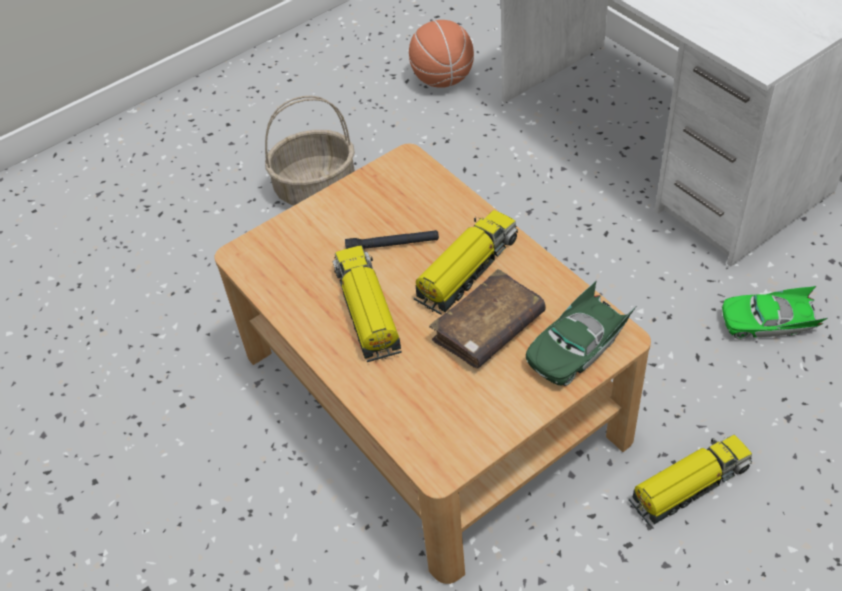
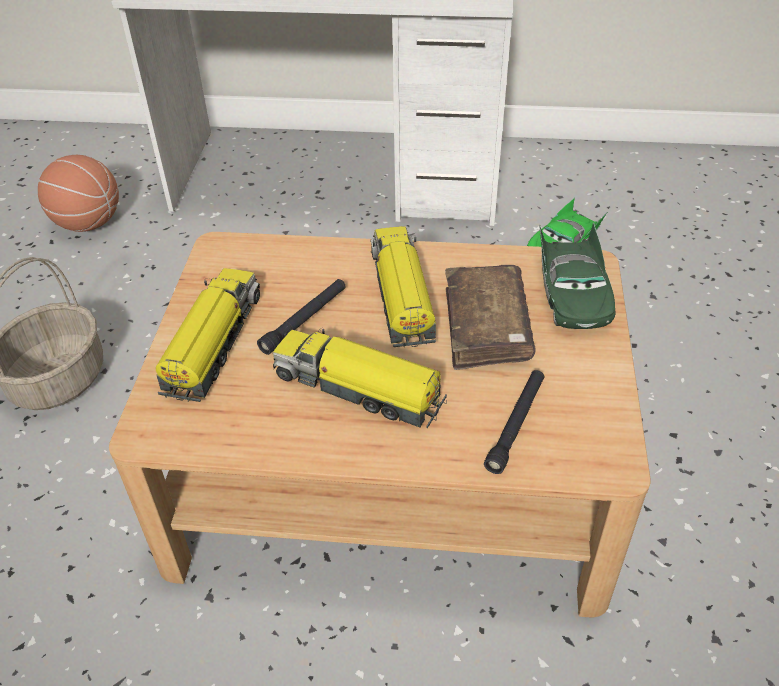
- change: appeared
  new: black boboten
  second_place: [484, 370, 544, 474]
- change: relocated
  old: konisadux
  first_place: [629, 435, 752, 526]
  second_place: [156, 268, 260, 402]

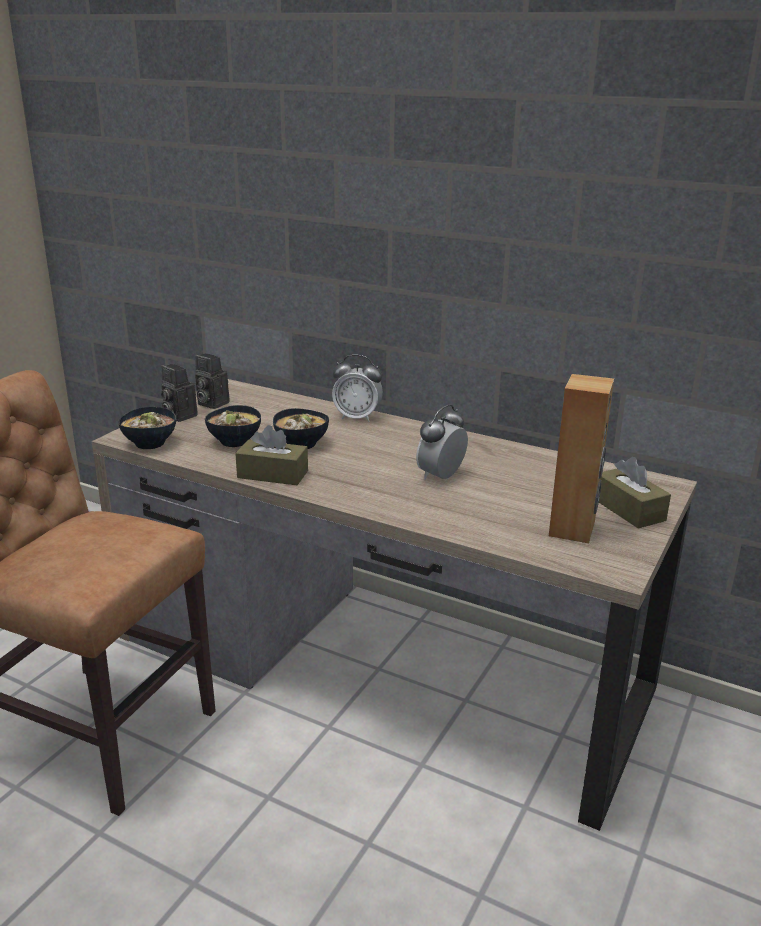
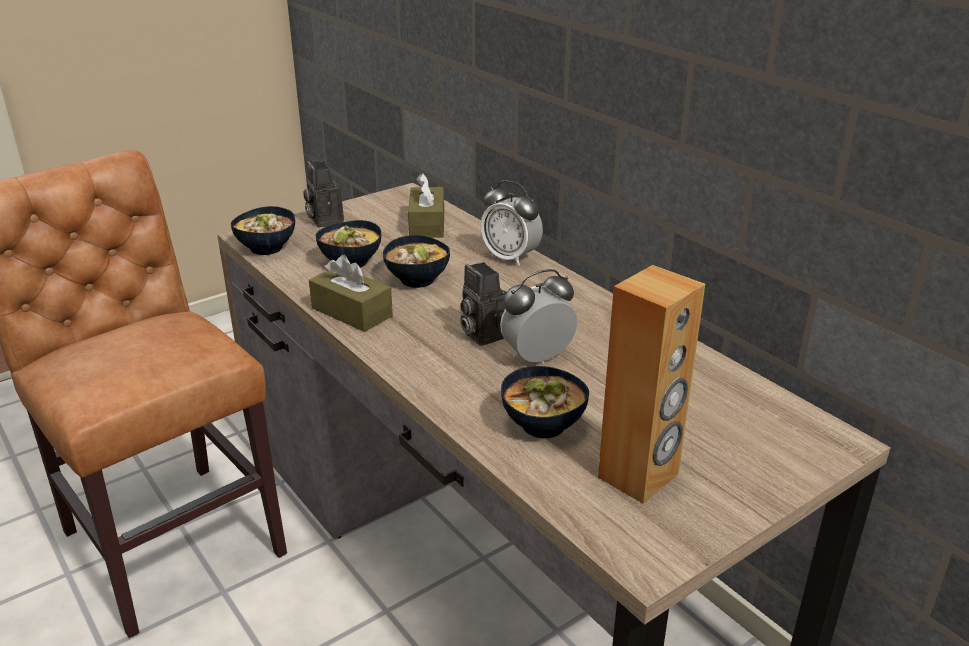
- change: appeared
  new: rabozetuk
  second_place: [501, 366, 589, 438]
- change: relocated
  old: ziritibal
  first_place: [195, 354, 230, 409]
  second_place: [460, 262, 506, 346]
- change: relocated
  old: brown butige
  first_place: [599, 457, 671, 529]
  second_place: [408, 173, 444, 238]

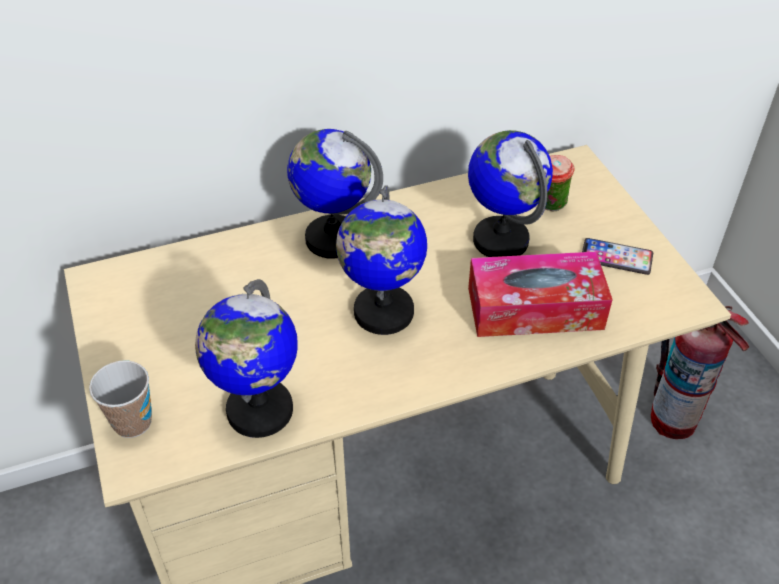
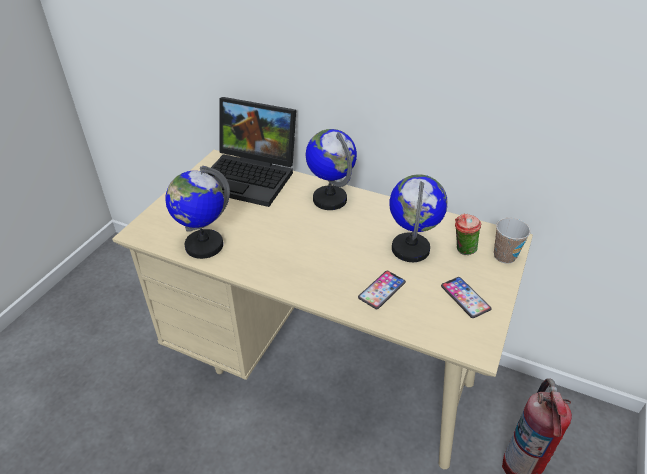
- change: missing
  old: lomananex
  first_place: [336, 185, 427, 335]
- change: appeared
  new: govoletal
  second_place: [207, 97, 296, 207]
- change: relocated
  old: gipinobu
  first_place: [89, 360, 152, 438]
  second_place: [494, 218, 531, 264]
- change: exchanged
  old: butige
  new: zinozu
  first_place: [468, 252, 613, 337]
  second_place: [358, 271, 406, 309]

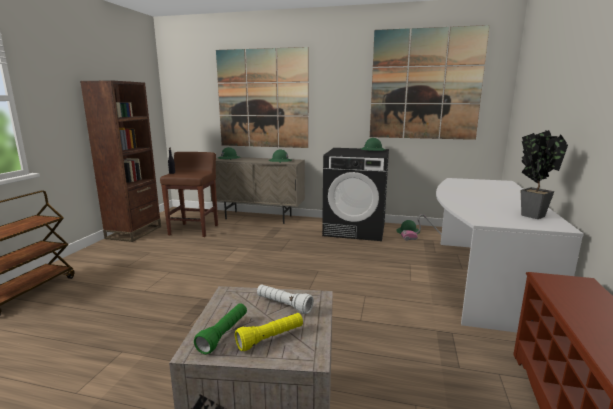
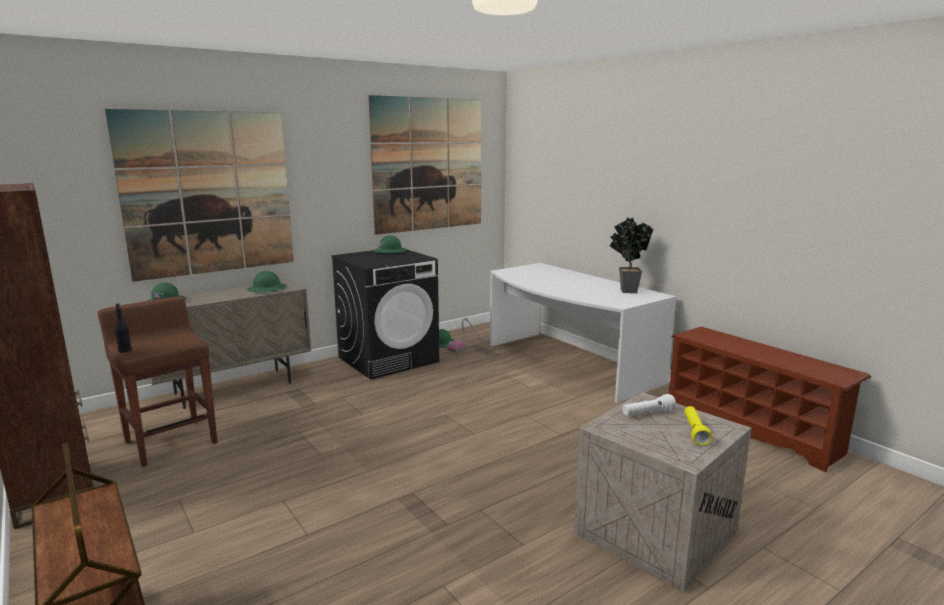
- change: missing
  old: green boboten
  first_place: [194, 303, 247, 354]

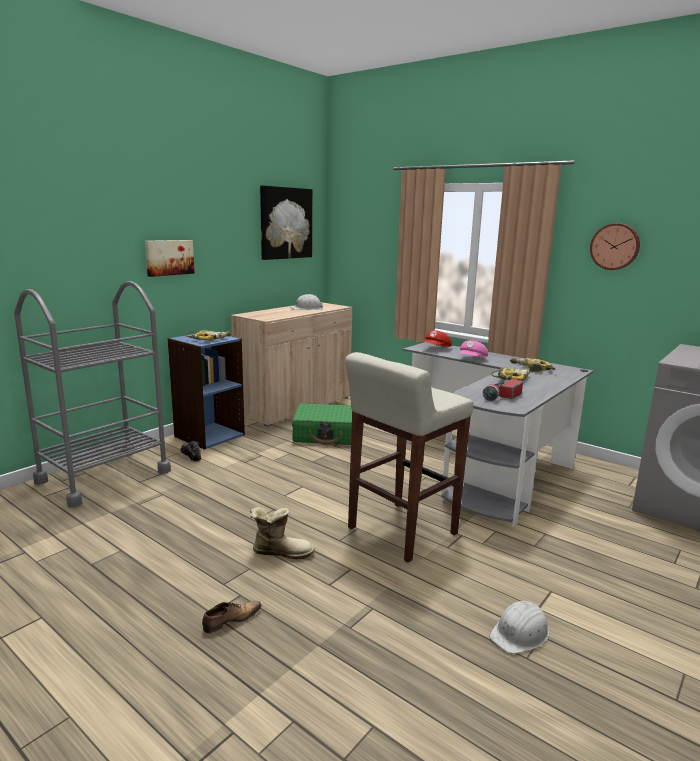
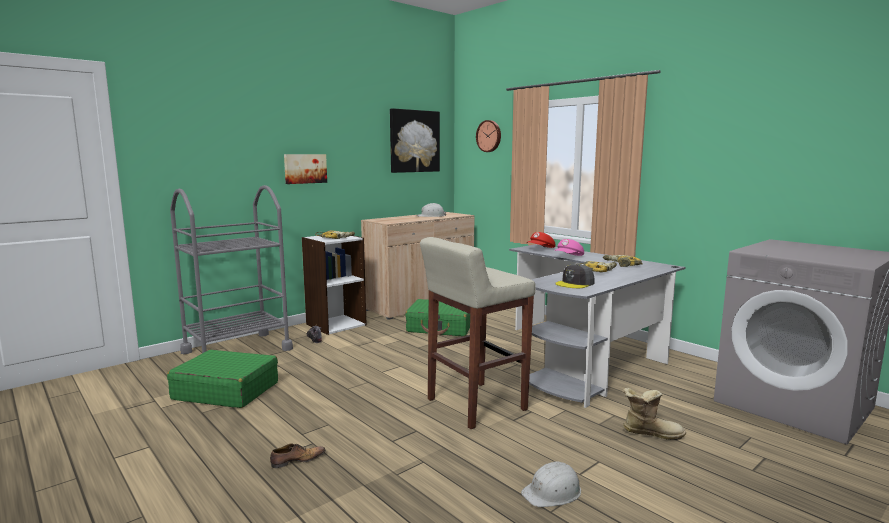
- change: appeared
  new: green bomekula
  second_place: [167, 350, 278, 408]
- change: relocated
  old: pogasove
  first_place: [250, 507, 315, 559]
  second_place: [623, 388, 686, 440]
- change: relocated
  old: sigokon
  first_place: [590, 223, 640, 270]
  second_place: [476, 120, 501, 152]
- change: exchanged
  old: boboten
  new: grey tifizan
  first_place: [483, 379, 523, 401]
  second_place: [556, 265, 594, 288]
- change: colour
  old: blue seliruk
  new: white seliruk
  first_place: [168, 334, 245, 450]
  second_place: [302, 236, 367, 335]

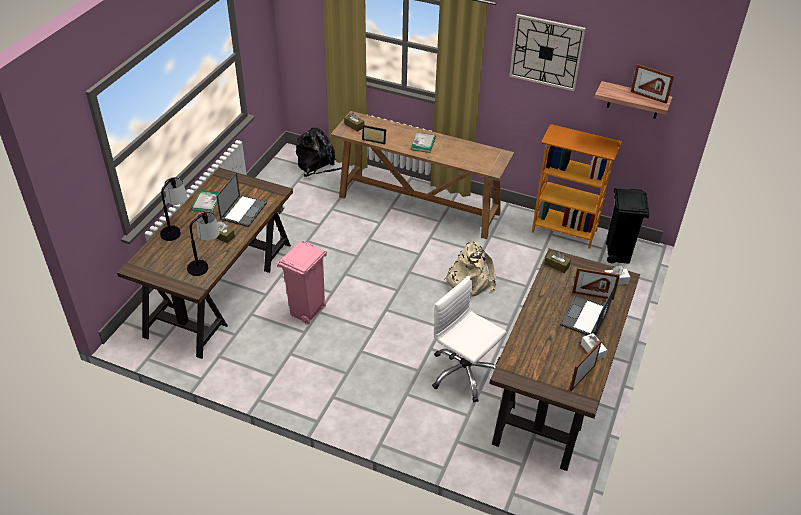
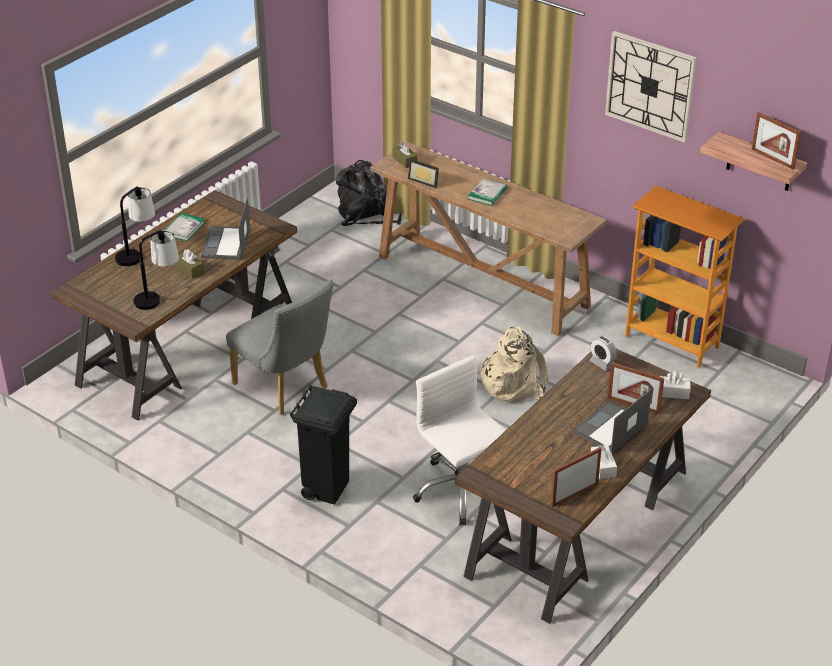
- change: relocated
  old: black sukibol
  first_place: [606, 188, 649, 264]
  second_place: [290, 385, 357, 505]
- change: exchanged
  old: pink sukibol
  new: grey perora
  first_place: [277, 241, 327, 325]
  second_place: [226, 280, 334, 415]
- change: exchanged
  old: brown butige
  new: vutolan
  first_place: [544, 251, 571, 273]
  second_place: [590, 336, 617, 371]
- change: spun
  old: govoletal
  first_place: [216, 172, 267, 227]
  second_place: [201, 198, 250, 260]
  degrees: 150

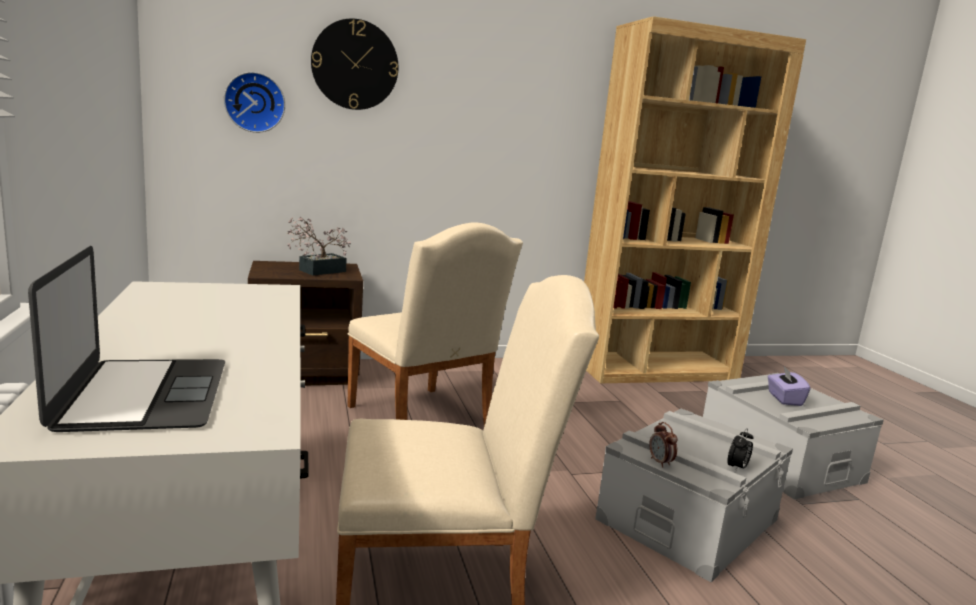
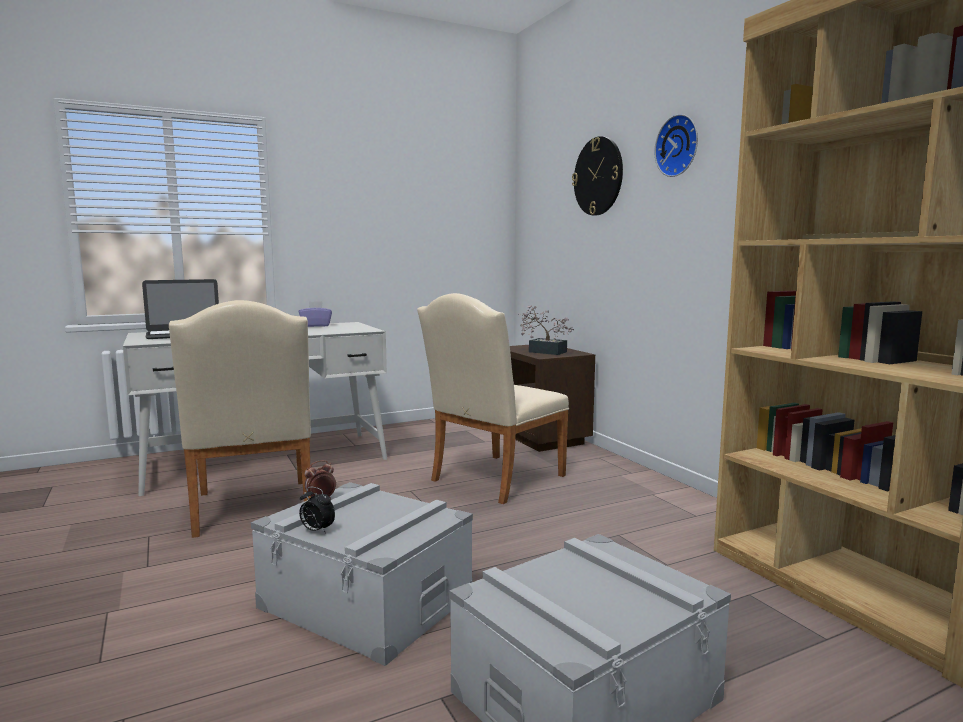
- change: relocated
  old: sigokon
  first_place: [224, 72, 285, 133]
  second_place: [655, 114, 698, 177]
- change: relocated
  old: purple butige
  first_place: [767, 366, 811, 406]
  second_place: [299, 301, 332, 327]

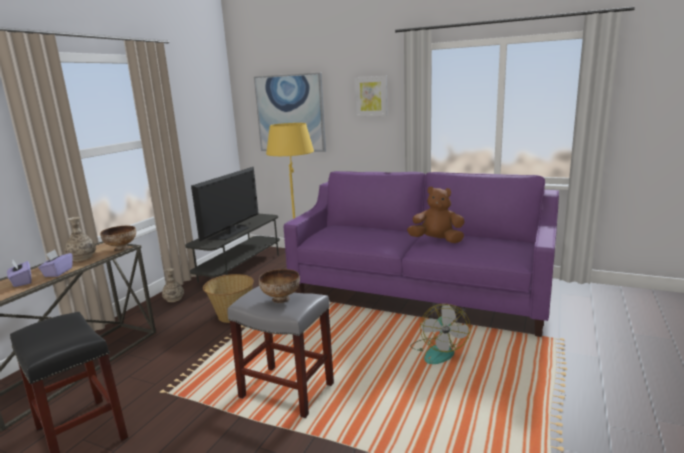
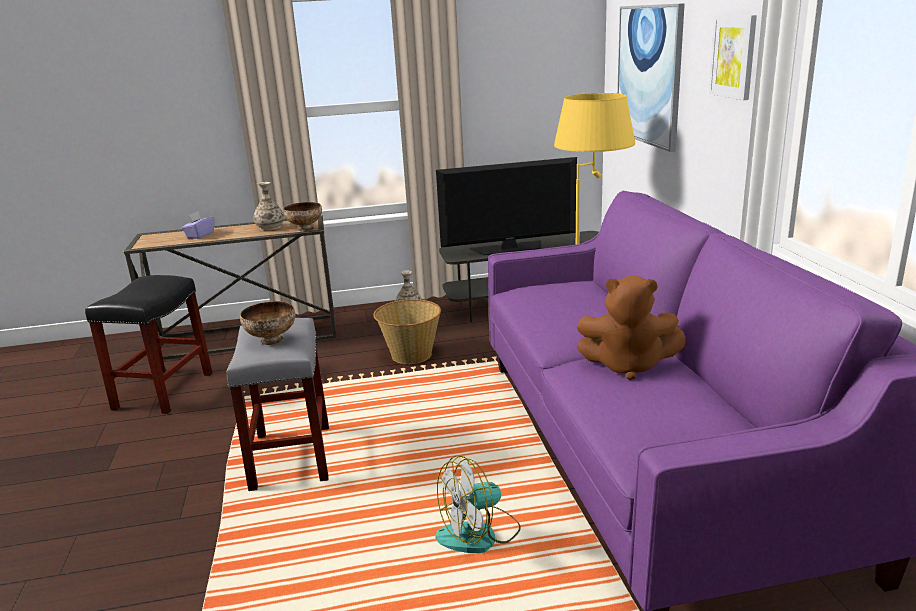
- change: missing
  old: purple butige
  first_place: [38, 250, 73, 277]
- change: spun
  old: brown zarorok
  first_place: [407, 186, 465, 243]
  second_place: [577, 275, 685, 380]
  degrees: 120

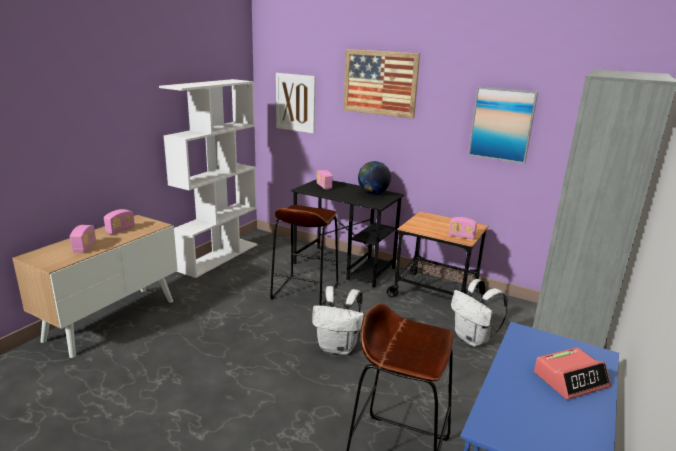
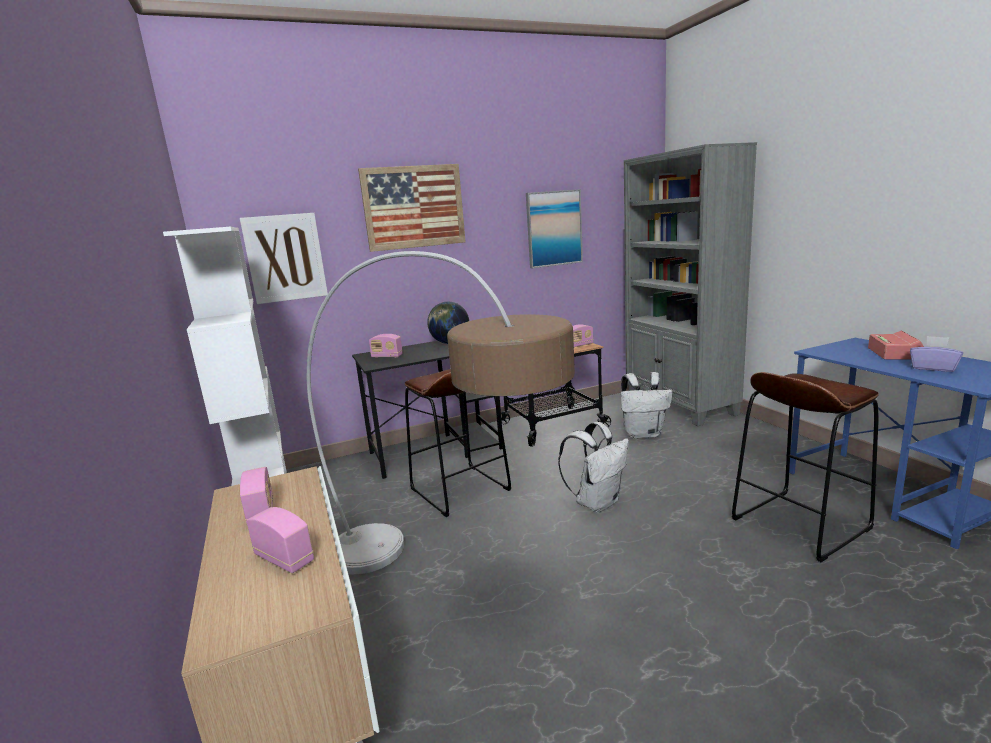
- change: appeared
  new: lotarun
  second_place: [307, 251, 575, 575]
- change: appeared
  new: purple butige
  second_place: [910, 336, 963, 372]

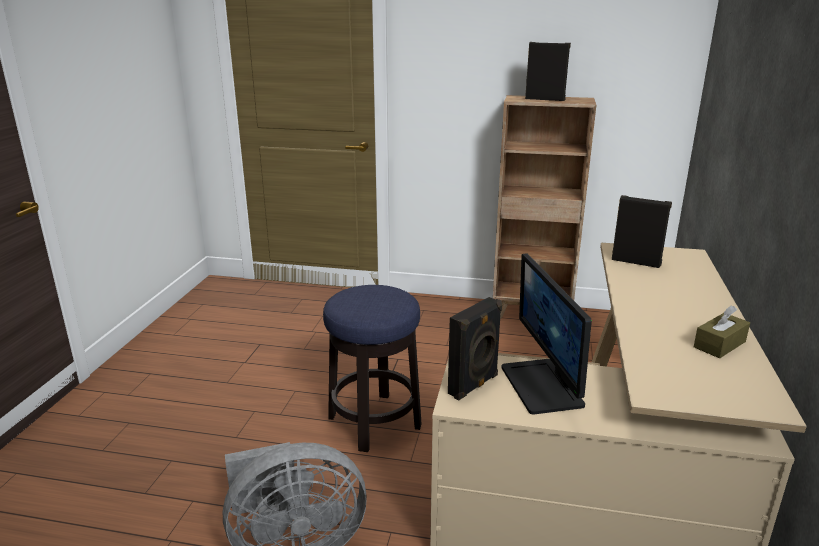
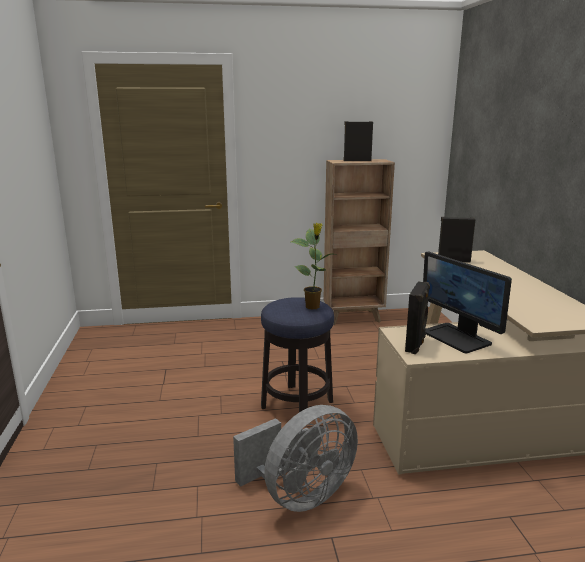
- change: missing
  old: brown butige
  first_place: [694, 306, 750, 358]
- change: appeared
  new: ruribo
  second_place: [291, 223, 332, 309]

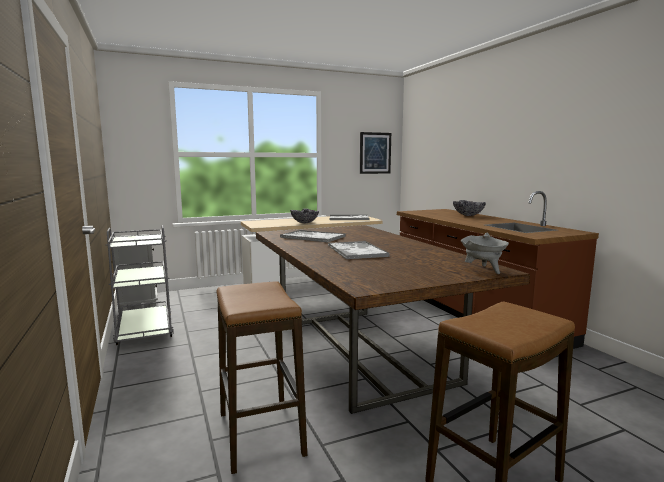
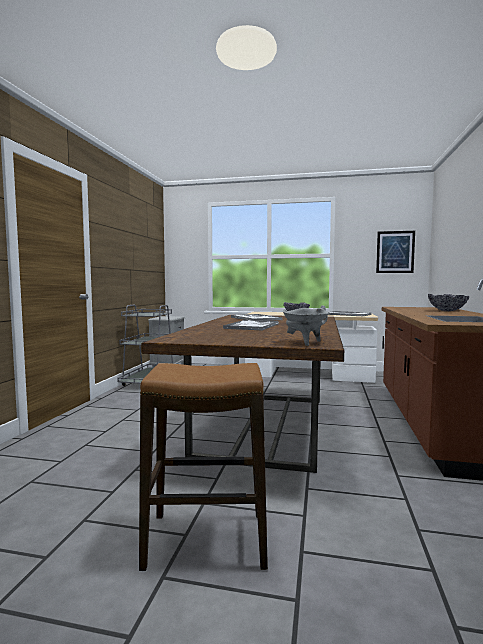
- change: missing
  old: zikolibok
  first_place: [216, 281, 307, 474]

